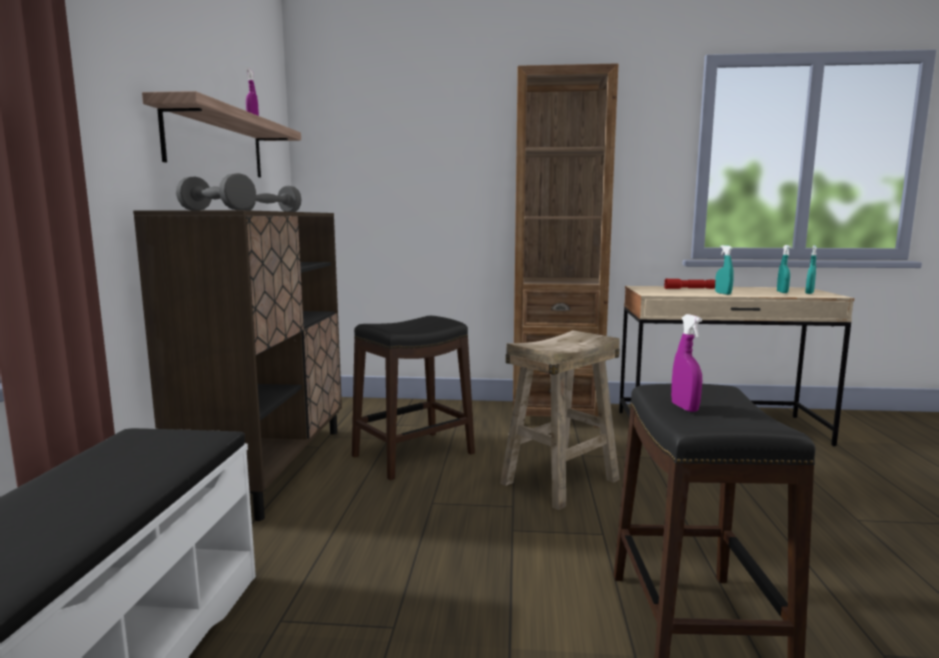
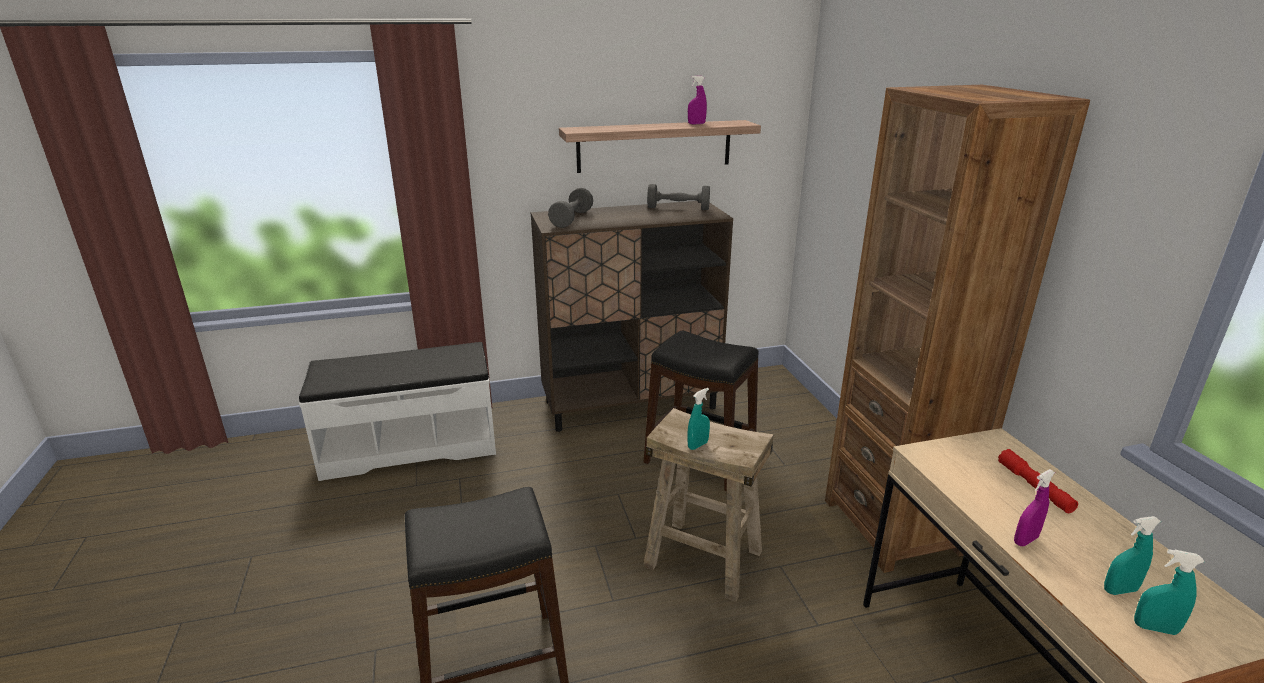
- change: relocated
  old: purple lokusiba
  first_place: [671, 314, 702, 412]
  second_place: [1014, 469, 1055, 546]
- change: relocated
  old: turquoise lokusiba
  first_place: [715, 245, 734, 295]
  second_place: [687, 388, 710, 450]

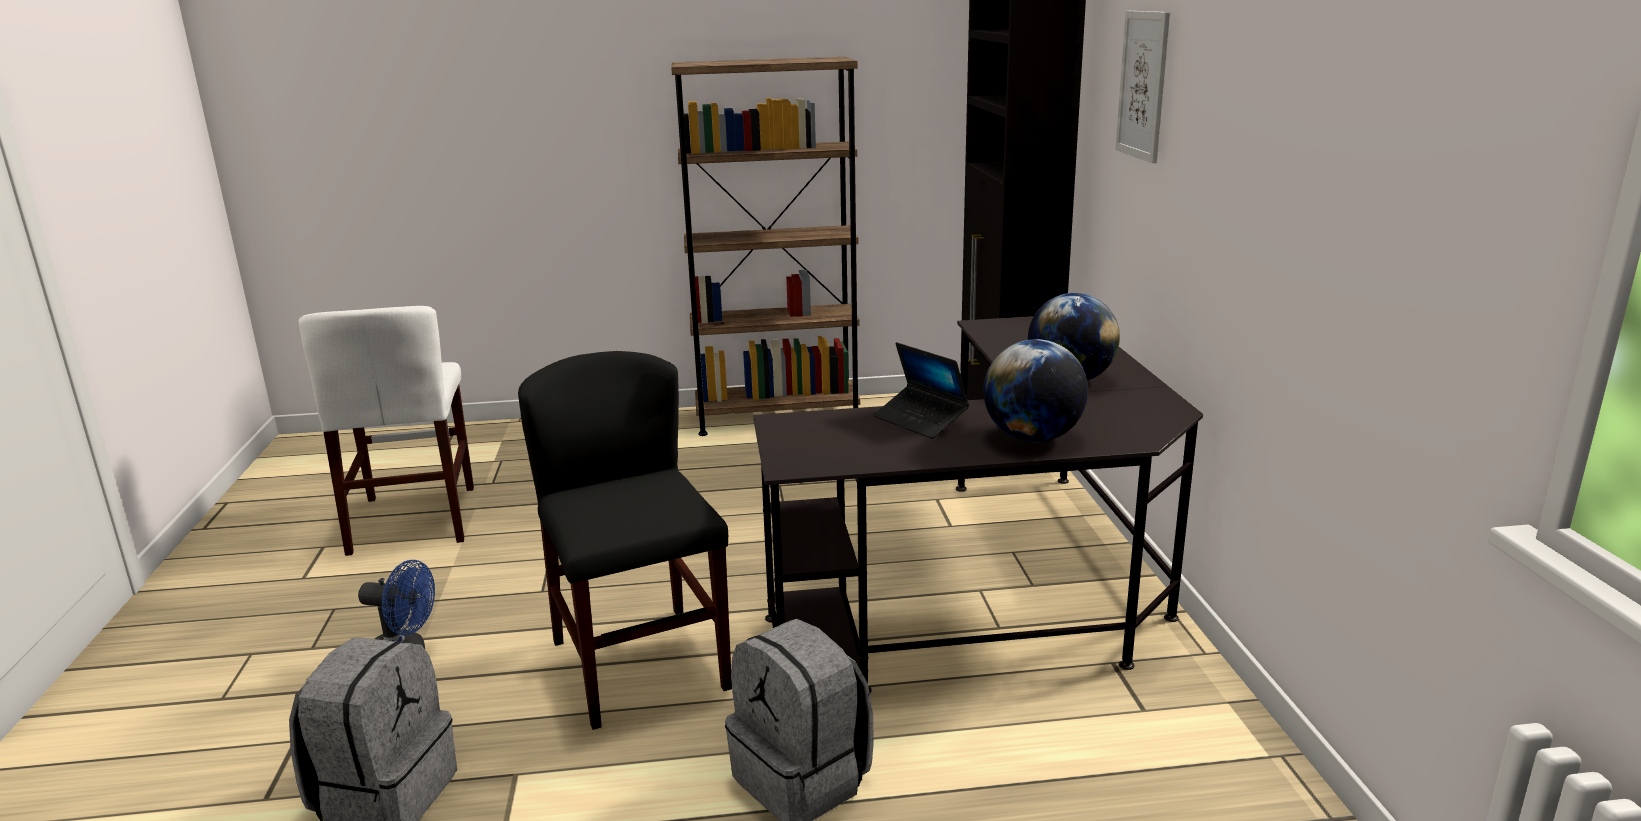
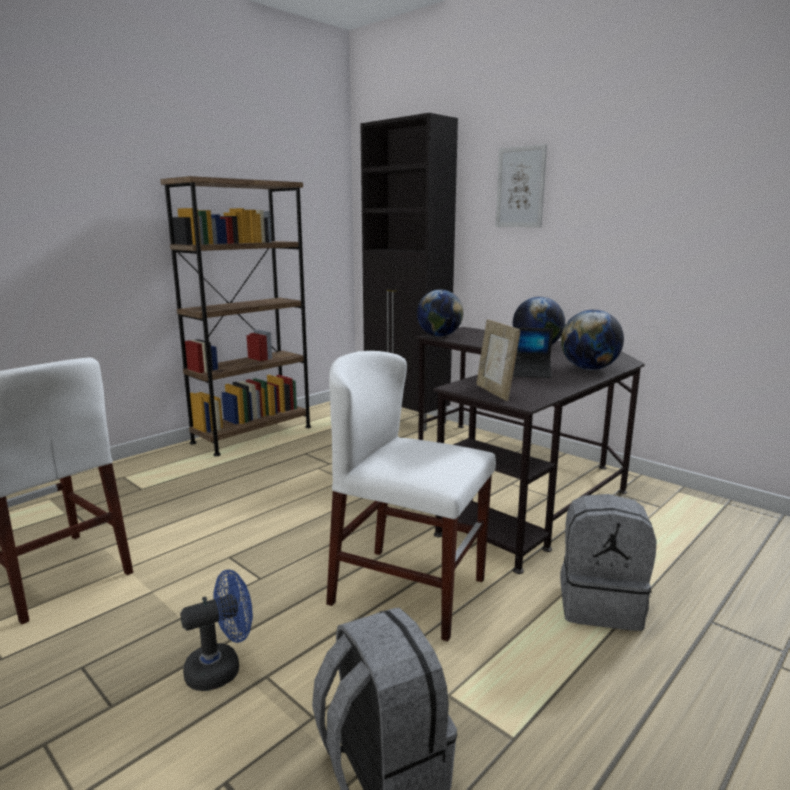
- change: appeared
  new: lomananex
  second_place: [417, 289, 463, 337]
- change: appeared
  new: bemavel
  second_place: [476, 319, 520, 401]
- change: colour
  old: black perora
  new: white perora
  first_place: [518, 351, 732, 730]
  second_place: [326, 351, 496, 641]

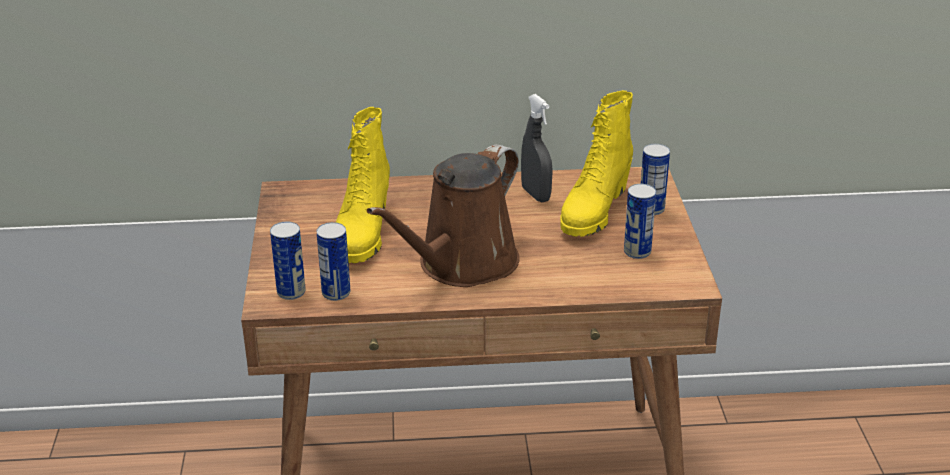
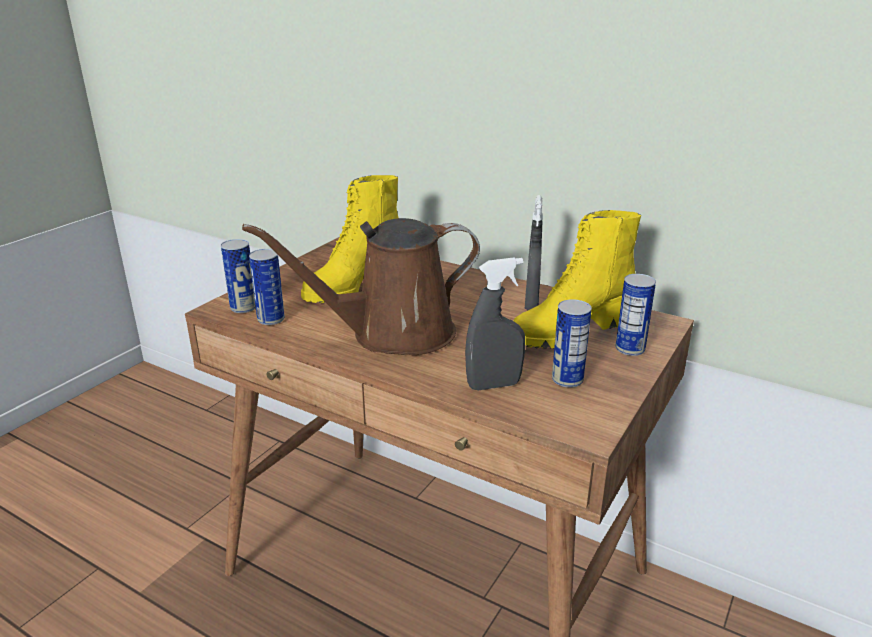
- change: appeared
  new: grey lokusiba
  second_place: [465, 257, 525, 390]

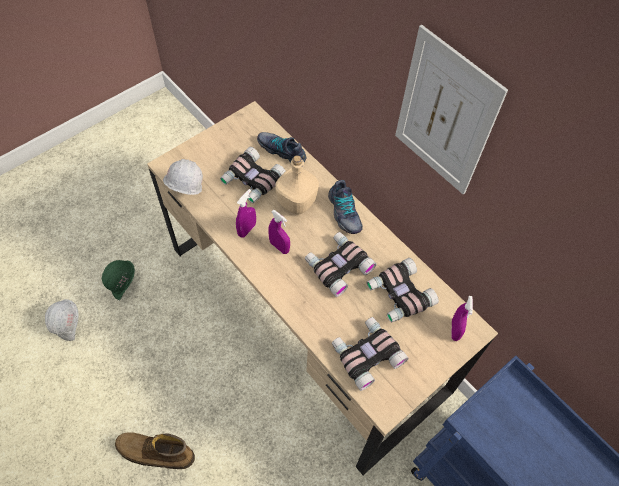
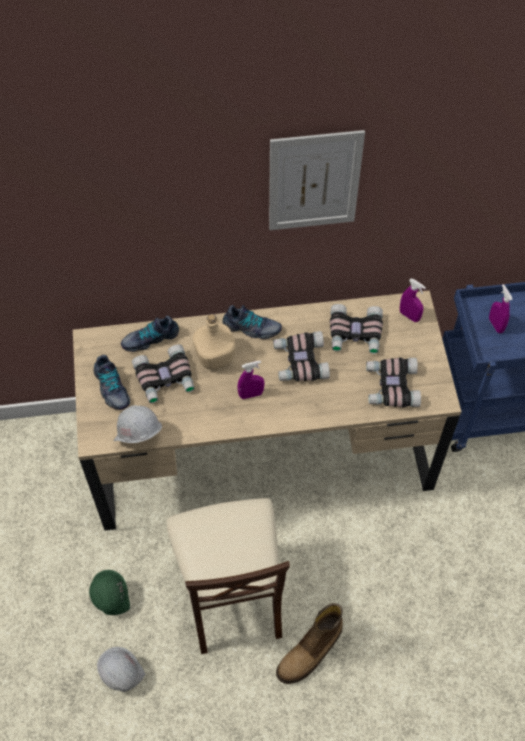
- change: appeared
  new: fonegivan
  second_place: [94, 355, 130, 410]
- change: appeared
  new: beige perora
  second_place: [166, 498, 290, 654]
- change: relocated
  old: purple lokusiba
  first_place: [236, 189, 256, 238]
  second_place: [489, 284, 513, 333]

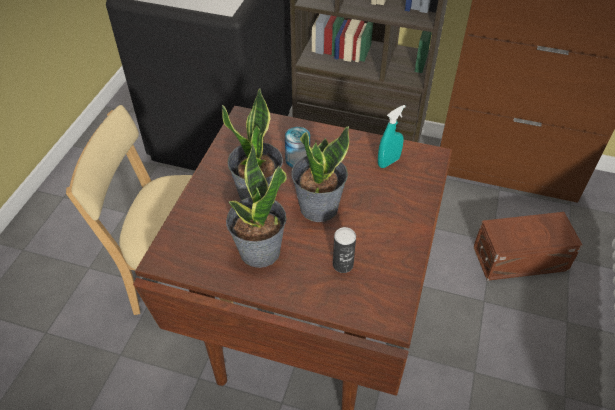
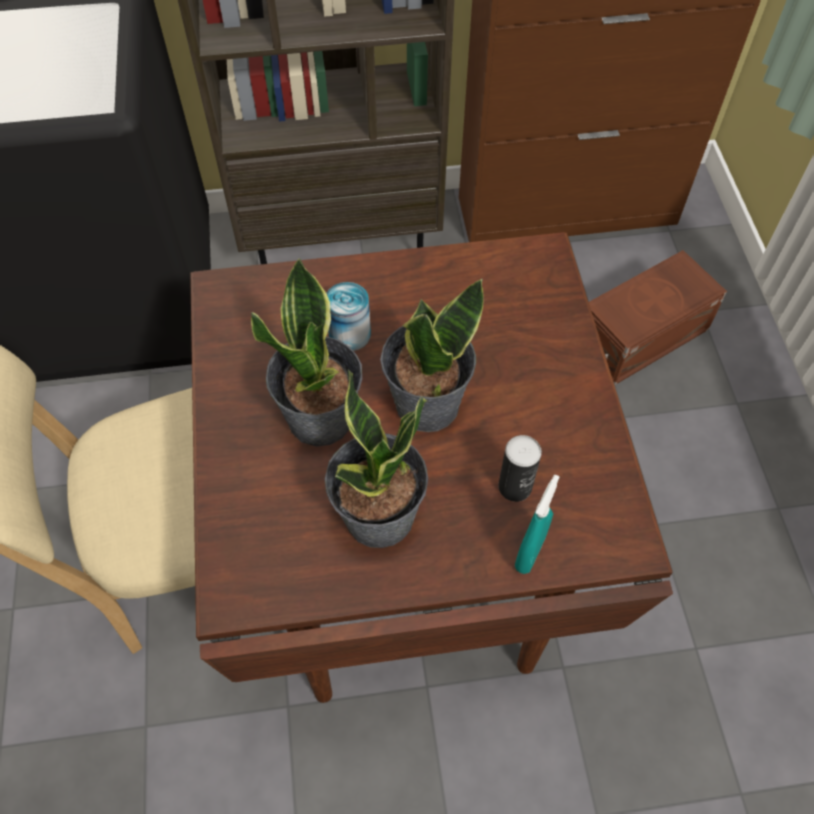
- change: relocated
  old: turquoise lokusiba
  first_place: [378, 105, 406, 168]
  second_place: [515, 475, 559, 574]

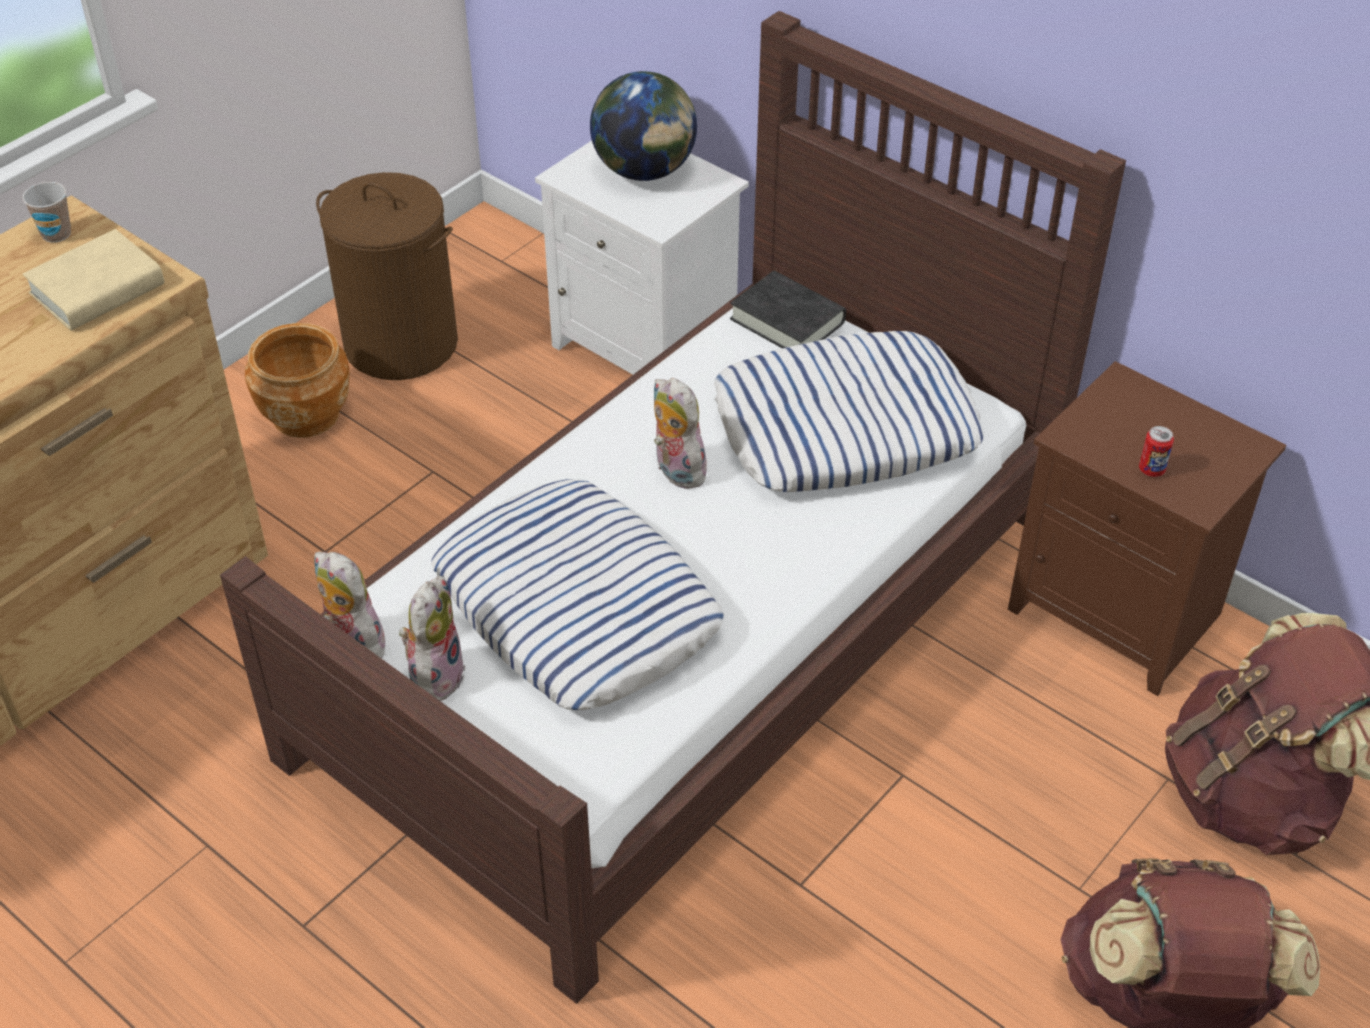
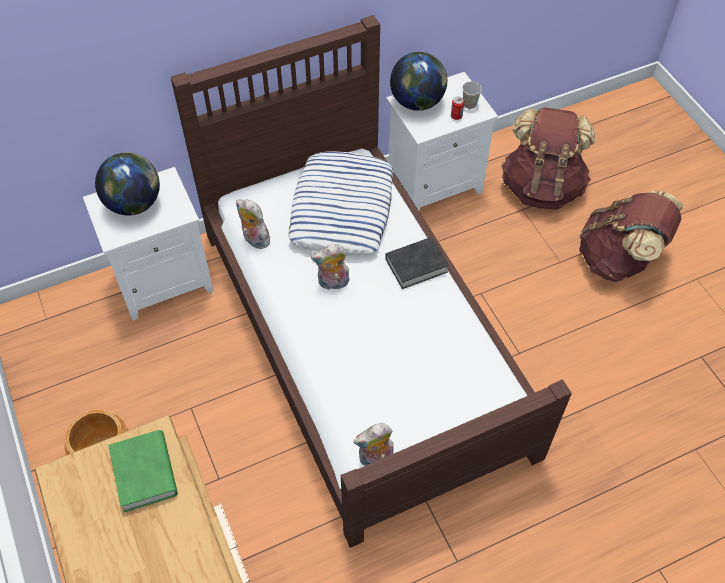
- change: missing
  old: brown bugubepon
  first_place: [316, 172, 458, 380]
- change: missing
  old: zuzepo
  first_place: [431, 479, 724, 710]
- change: appeared
  new: lomananex
  second_place: [390, 52, 447, 111]
- change: relocated
  old: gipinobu
  first_place: [23, 182, 71, 243]
  second_place: [462, 81, 482, 109]
- change: relocated
  old: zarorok
  first_place: [399, 576, 466, 701]
  second_place: [236, 199, 270, 249]
- change: relocated
  old: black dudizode
  first_place: [730, 271, 846, 348]
  second_place: [385, 237, 449, 289]
- change: colour
  old: beige dudizode
  new: green dudizode
  first_place: [23, 229, 164, 330]
  second_place: [108, 430, 178, 512]
- change: colour
  old: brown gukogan
  new: white gukogan
  first_place: [1008, 361, 1286, 696]
  second_place: [386, 72, 498, 211]

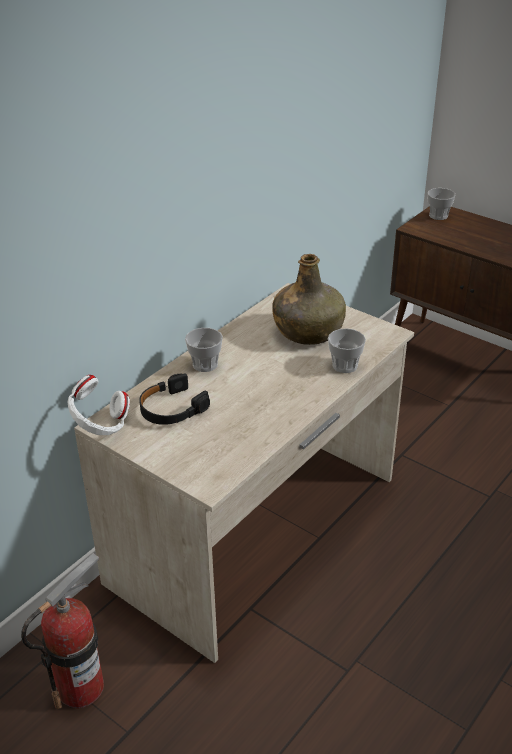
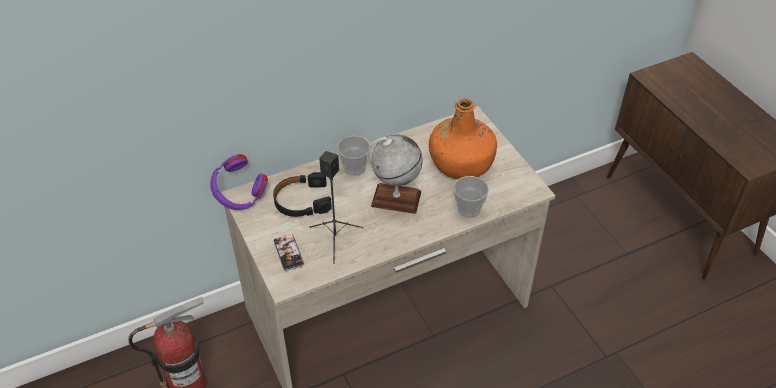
- change: missing
  old: gipinobu
  first_place: [427, 188, 456, 220]
- change: appeared
  new: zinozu
  second_place: [273, 234, 304, 271]
- change: appeared
  new: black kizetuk
  second_place: [310, 151, 363, 264]
- change: appeared
  new: lomananex
  second_place: [367, 135, 423, 214]
- change: colour
  old: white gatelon
  new: purple gatelon
  first_place: [68, 375, 130, 435]
  second_place: [210, 154, 268, 210]
- change: colour
  old: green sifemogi
  new: orange sifemogi
  first_place: [272, 254, 346, 345]
  second_place: [429, 98, 497, 179]

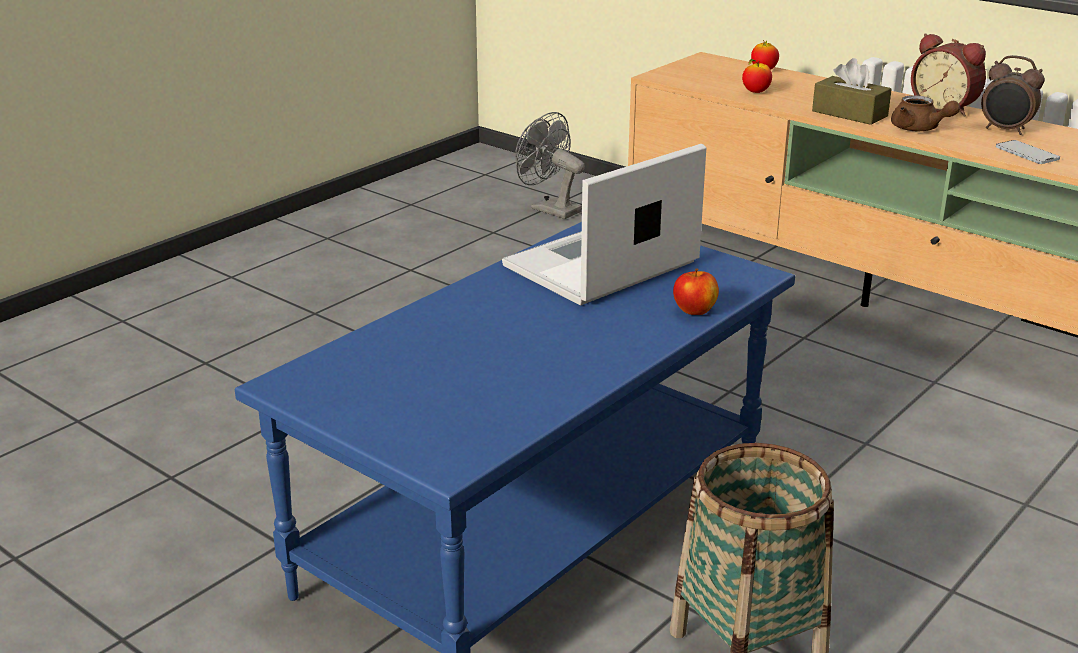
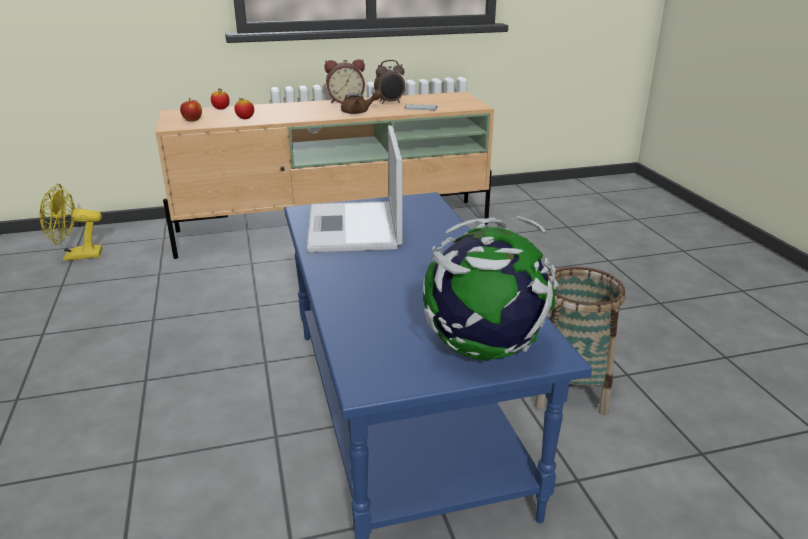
- change: missing
  old: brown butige
  first_place: [812, 58, 892, 125]
- change: appeared
  new: lomananex
  second_place: [423, 216, 559, 360]
- change: relocated
  old: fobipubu
  first_place: [673, 268, 719, 315]
  second_place: [180, 98, 202, 122]
- change: colour
  old: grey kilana
  new: yellow kilana
  first_place: [515, 112, 585, 219]
  second_place: [40, 184, 102, 261]

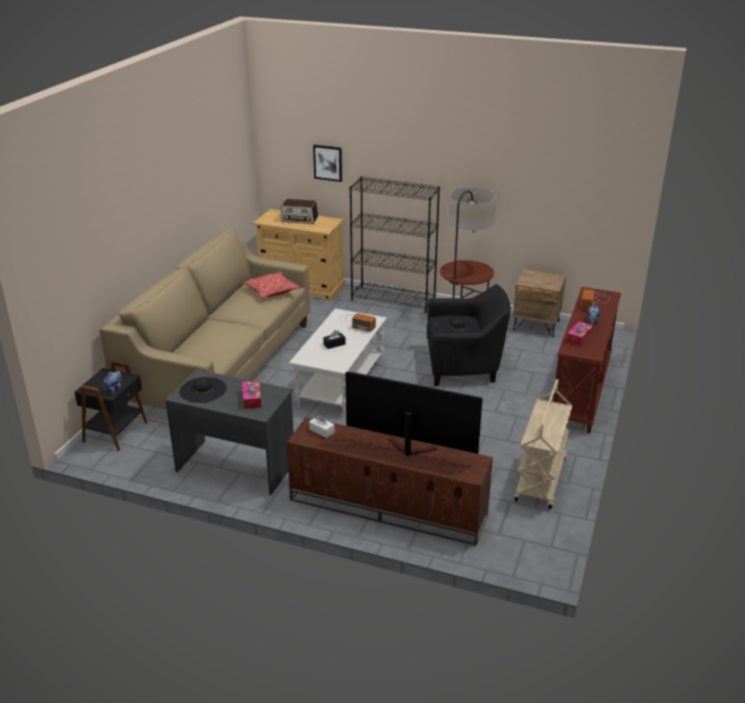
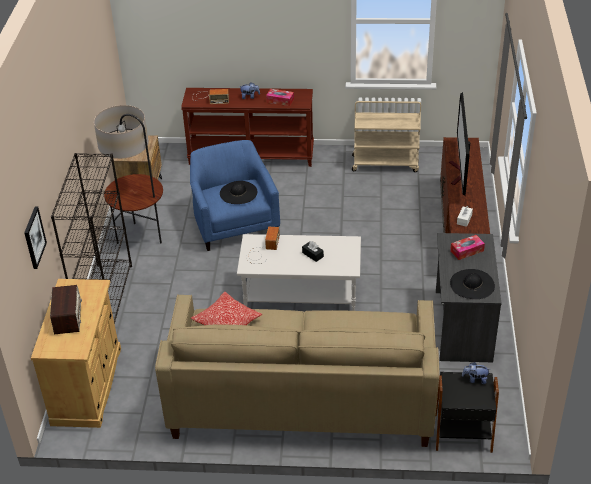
- change: colour
  old: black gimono
  new: blue gimono
  first_place: [427, 284, 511, 386]
  second_place: [190, 140, 280, 251]

